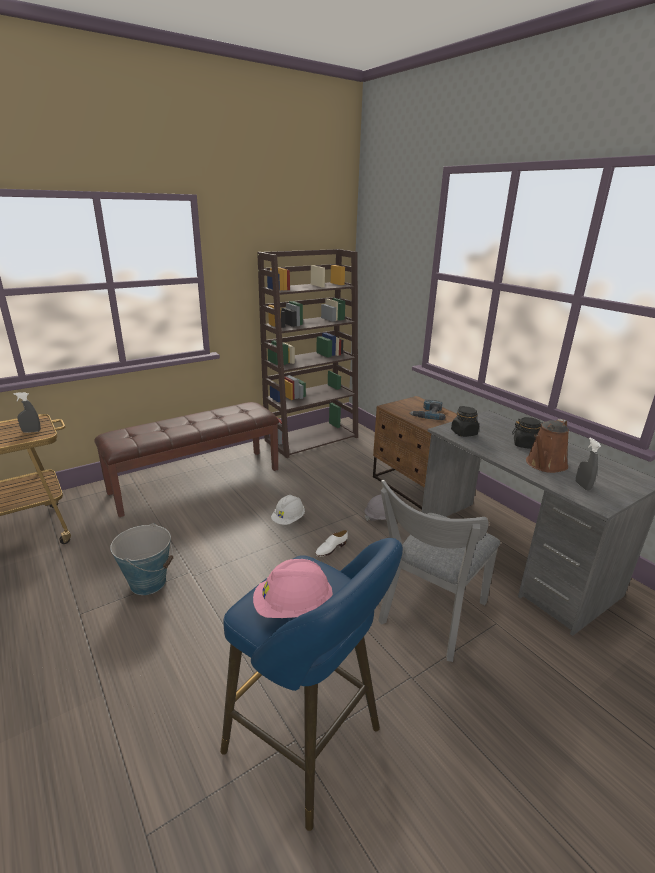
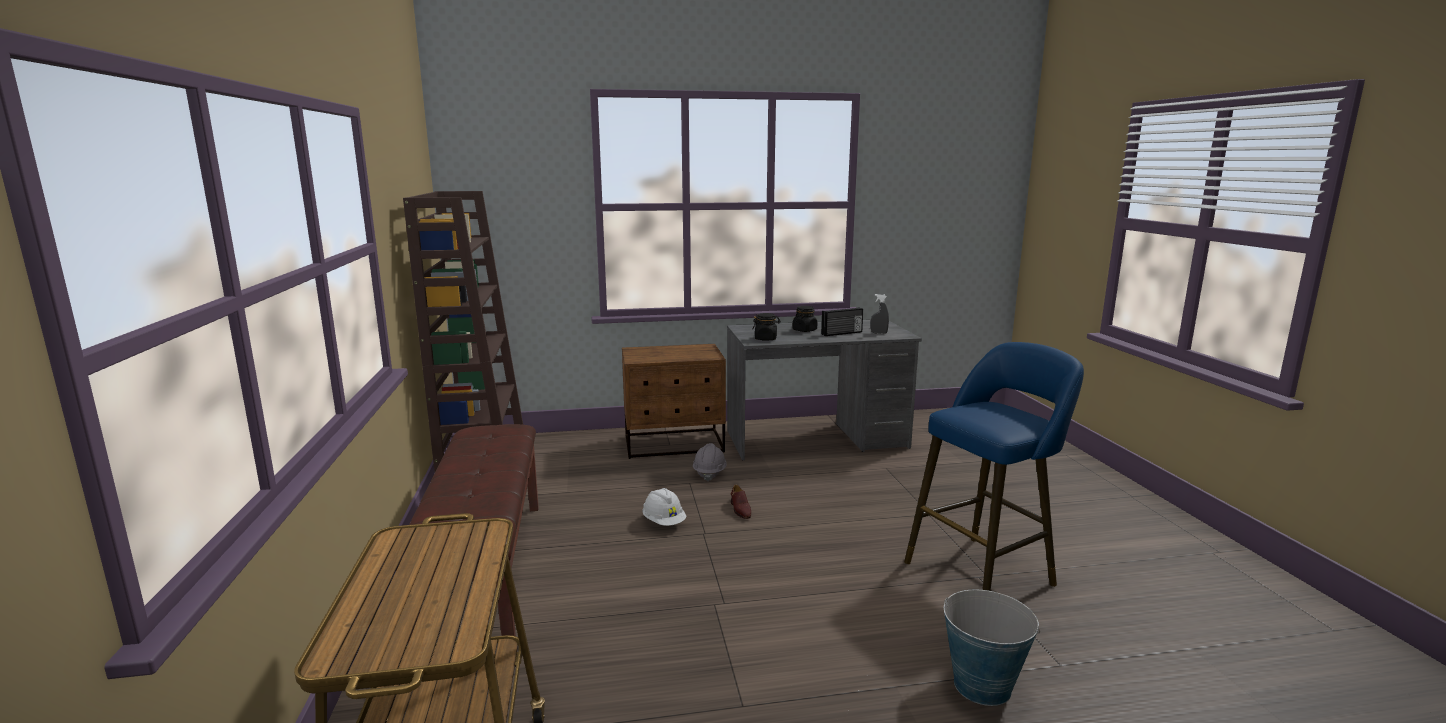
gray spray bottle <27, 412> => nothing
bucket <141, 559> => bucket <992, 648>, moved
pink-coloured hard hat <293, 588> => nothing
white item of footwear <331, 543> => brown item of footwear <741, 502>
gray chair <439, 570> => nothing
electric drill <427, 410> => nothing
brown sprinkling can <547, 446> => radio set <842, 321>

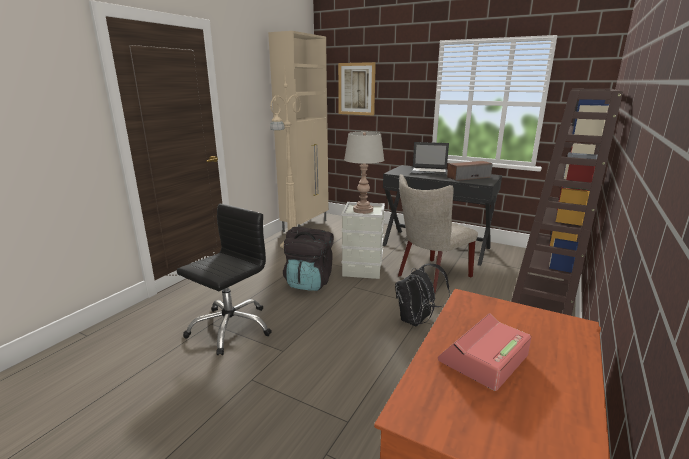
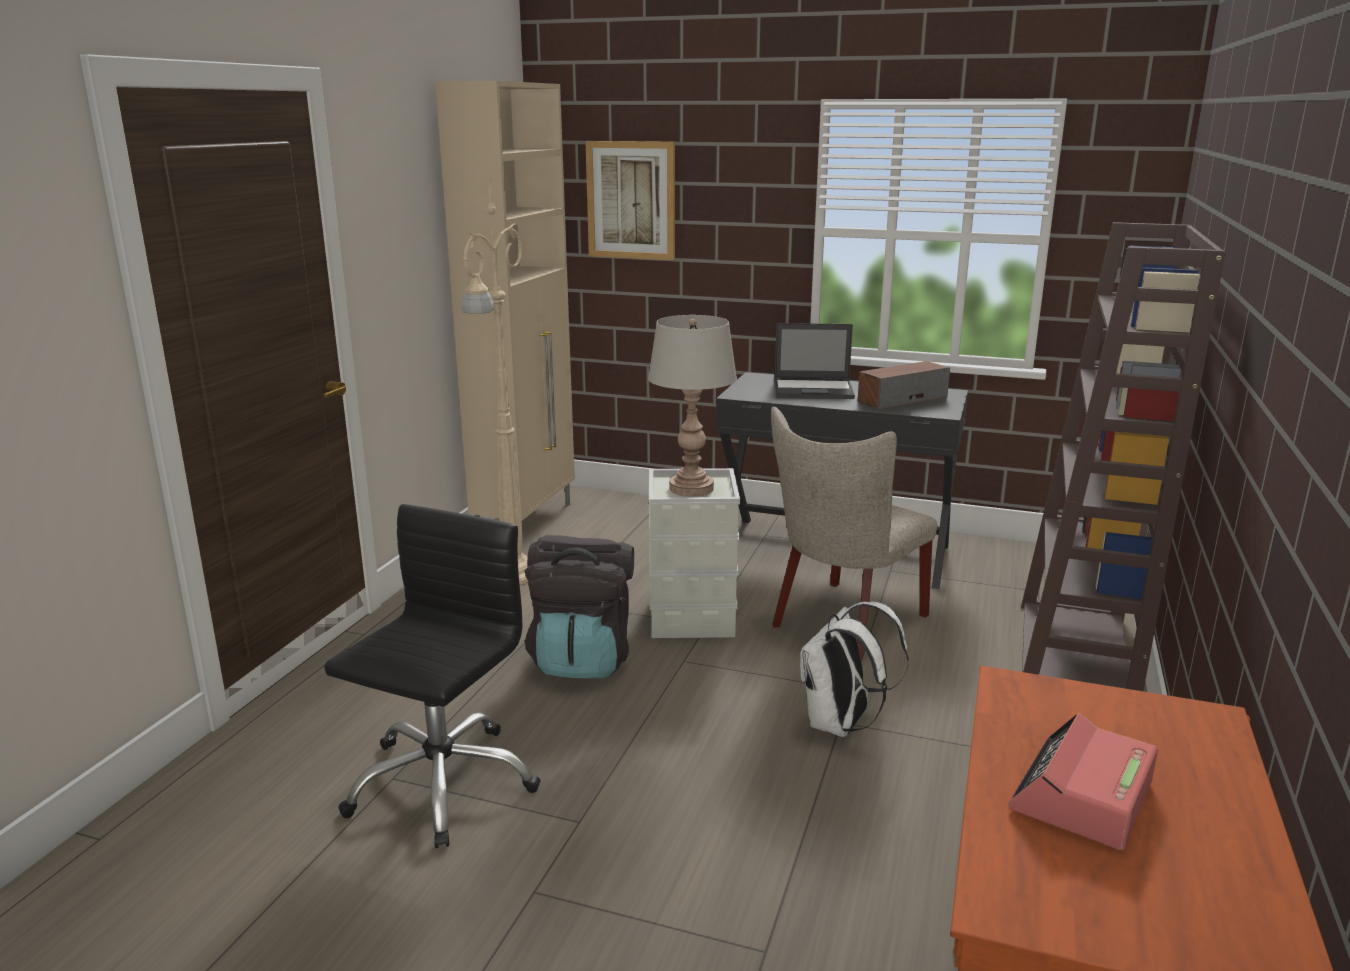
black-coloured knapsack <422, 294> => white knapsack <854, 669>

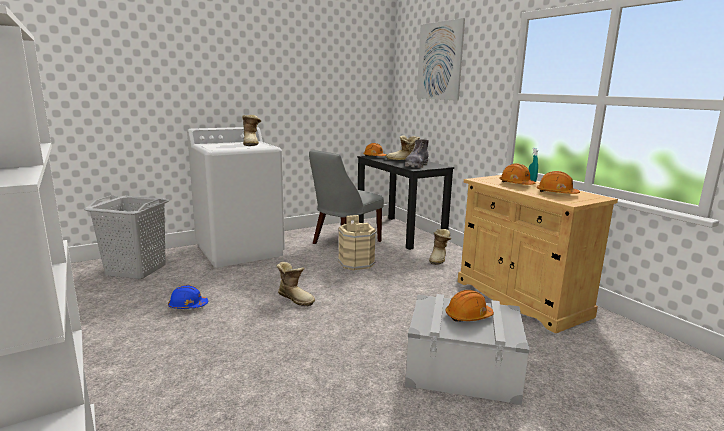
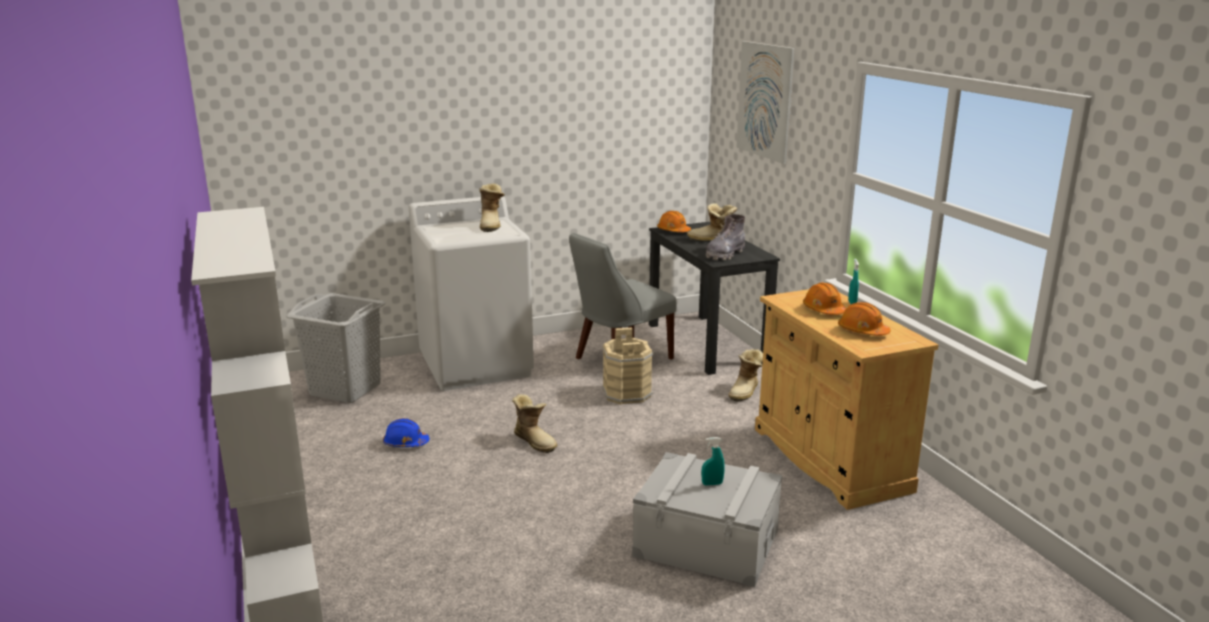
orange hard hat <469, 306> => blue-green spray bottle <713, 461>

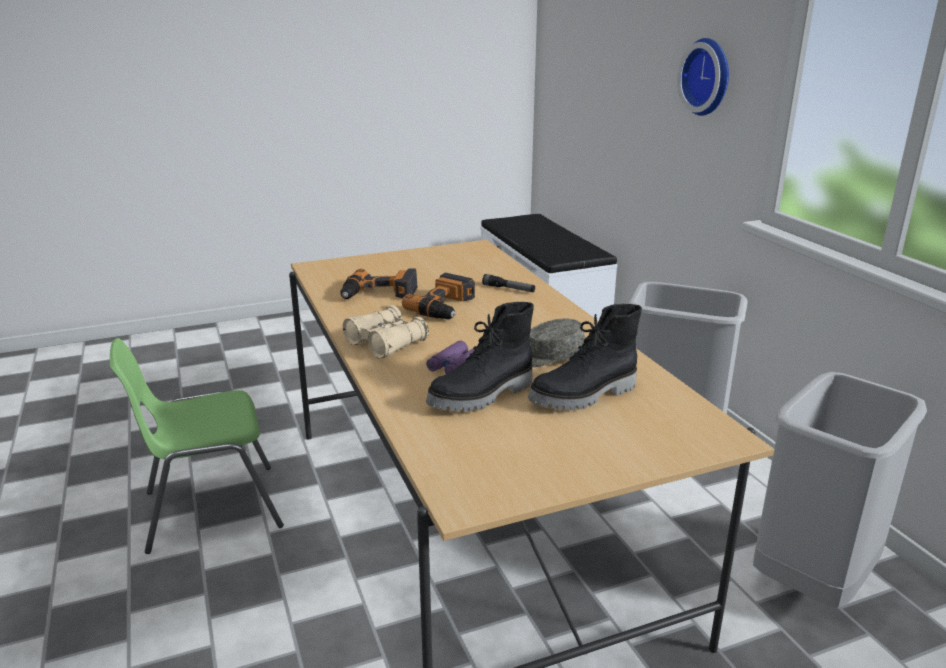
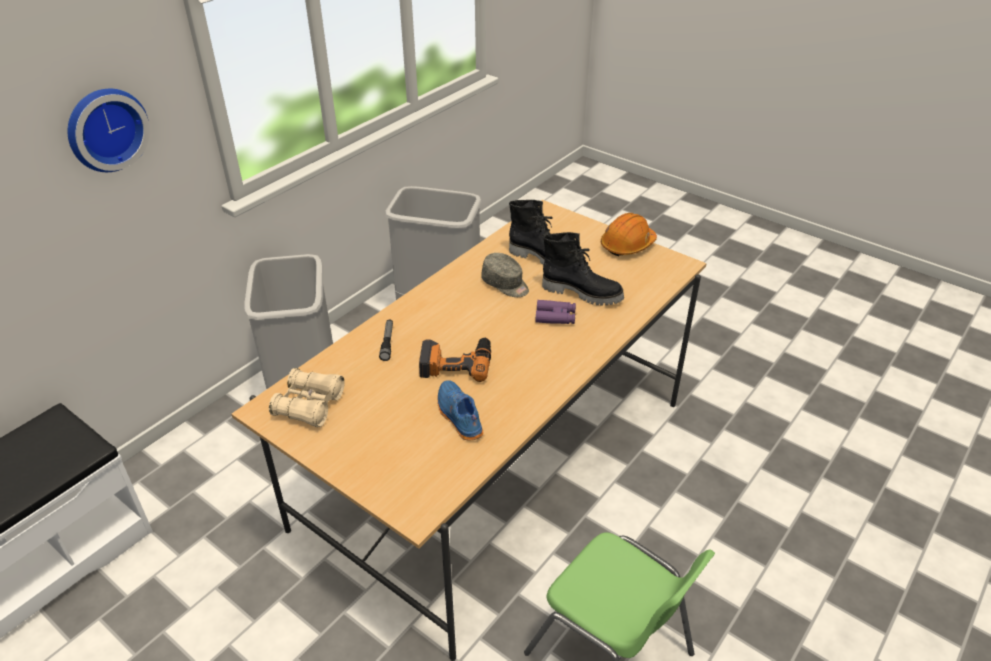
electric drill <378, 283> => bluish item of footwear <460, 410>
beige-coloured binoculars <386, 332> => beige-coloured binoculars <306, 397>, moved
nothing => orange hard hat <629, 234>

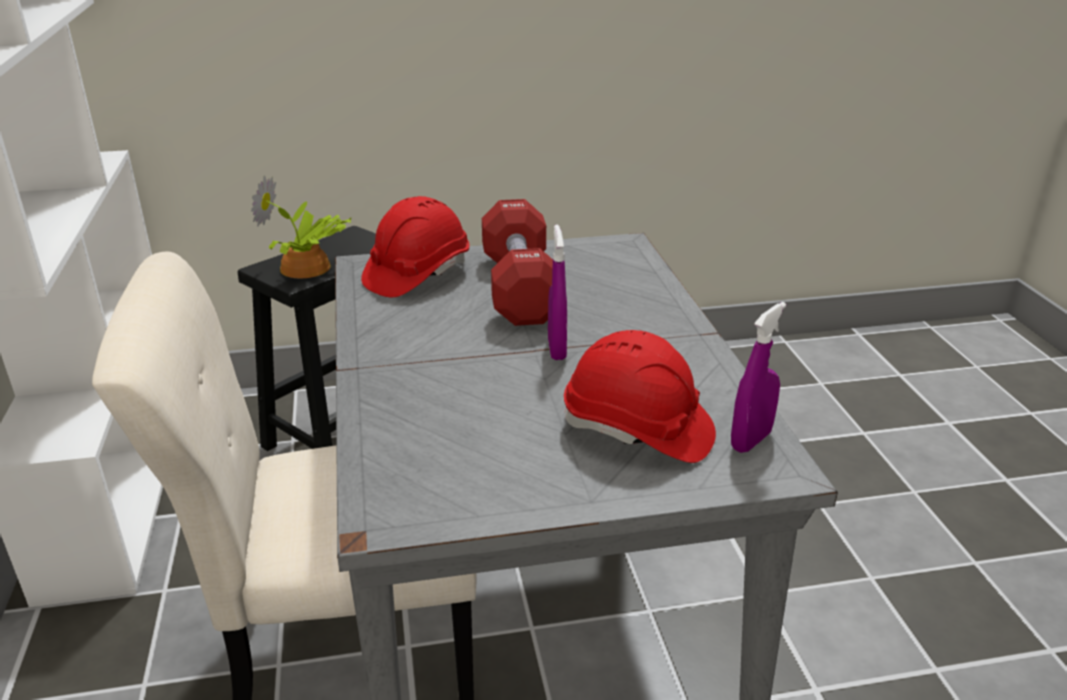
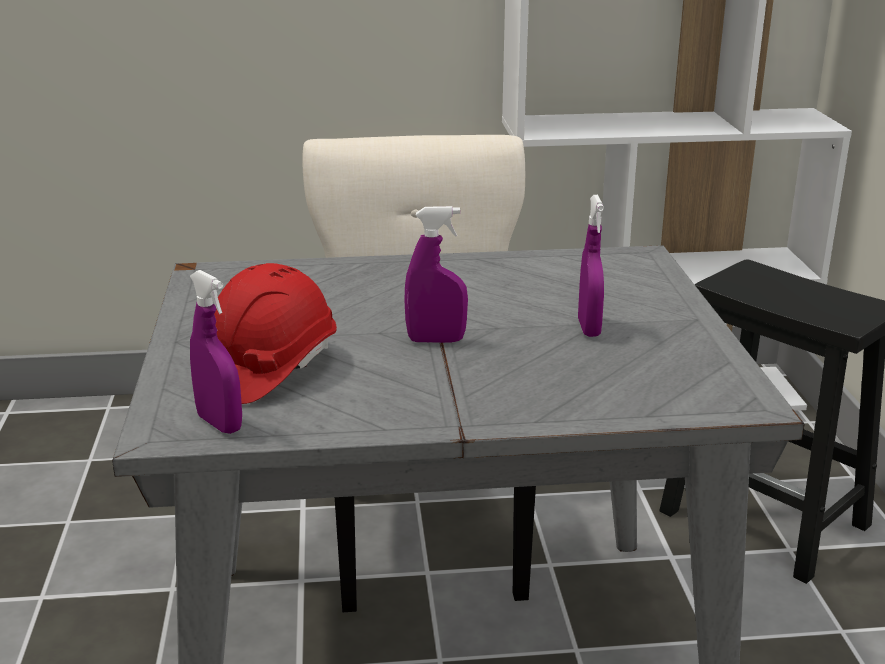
houseplant <301, 226> => nothing
red-coloured hard hat <415, 246> => nothing
red-coloured free weight <517, 262> => purple-coloured spray bottle <591, 266>

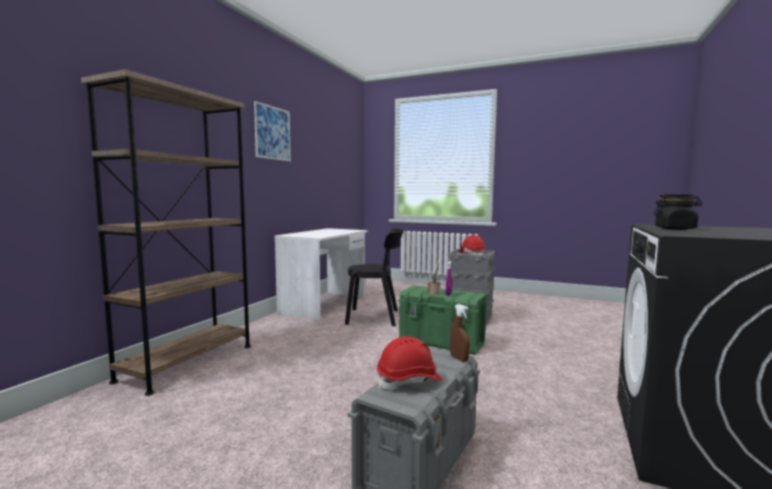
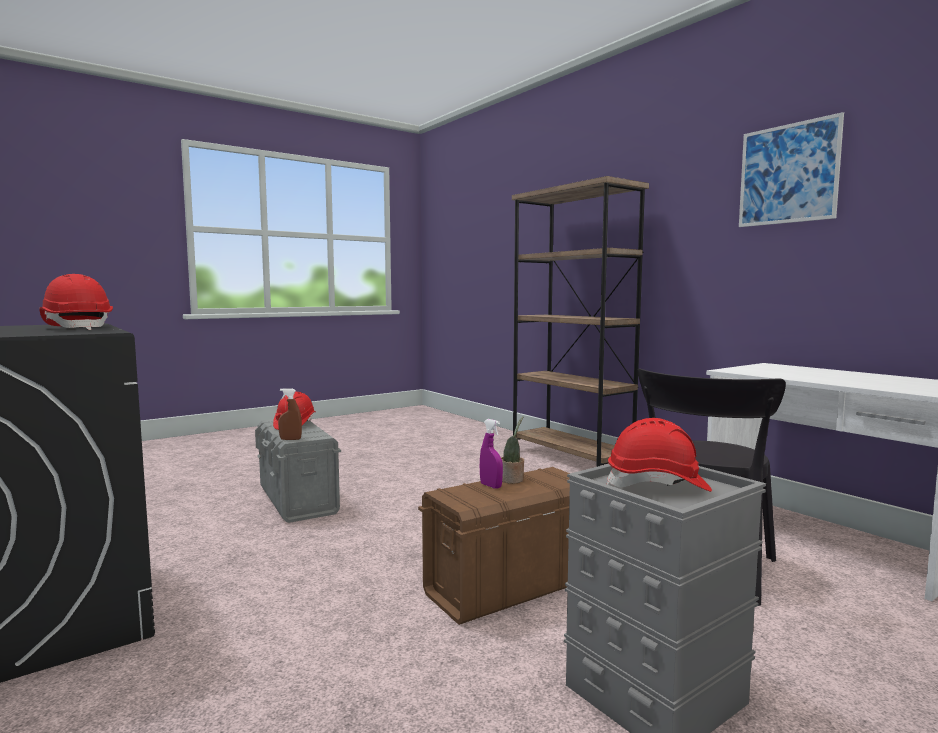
green storage container <443, 320> => brown storage container <494, 546>
black-coloured jar <677, 212> => red-coloured hard hat <76, 302>

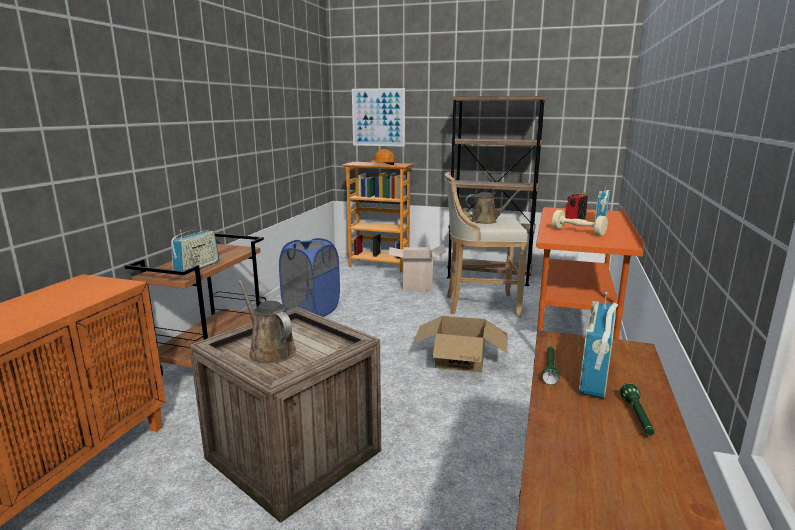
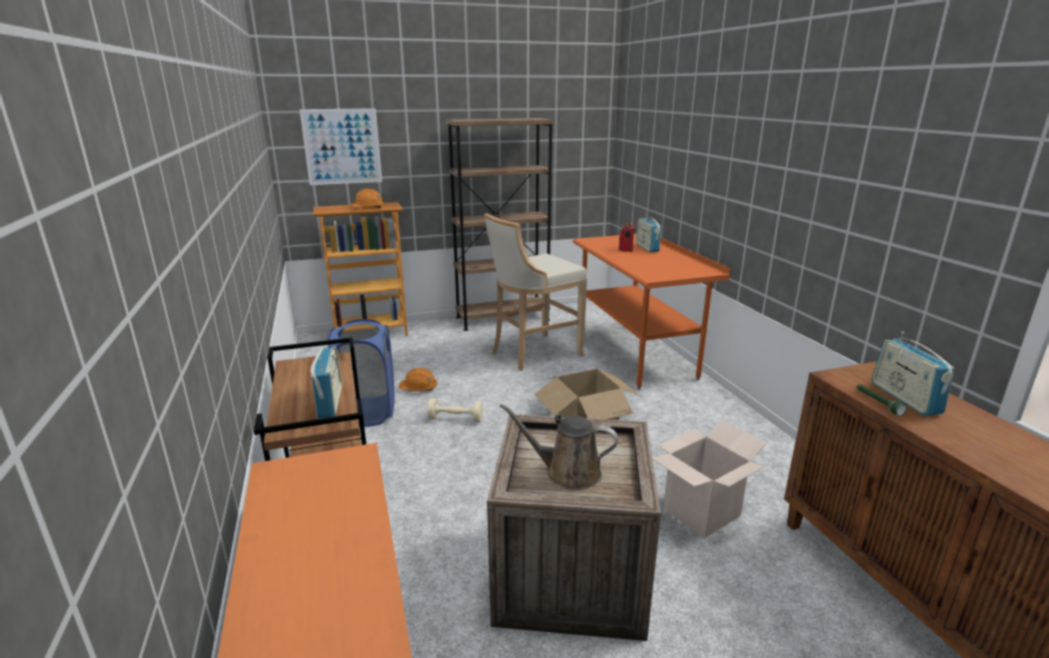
cardboard box <417, 267> => cardboard box <709, 479>, moved
brown sprinkling can <494, 206> => nothing
beige-coloured free weight <580, 223> => beige-coloured free weight <455, 410>, moved
green flashlight <637, 409> => nothing
nothing => orange hard hat <418, 379>

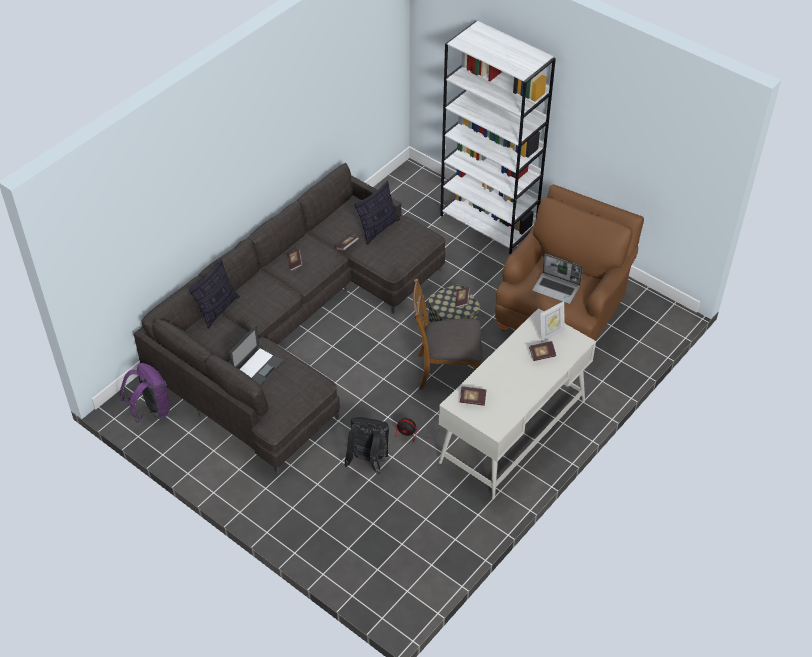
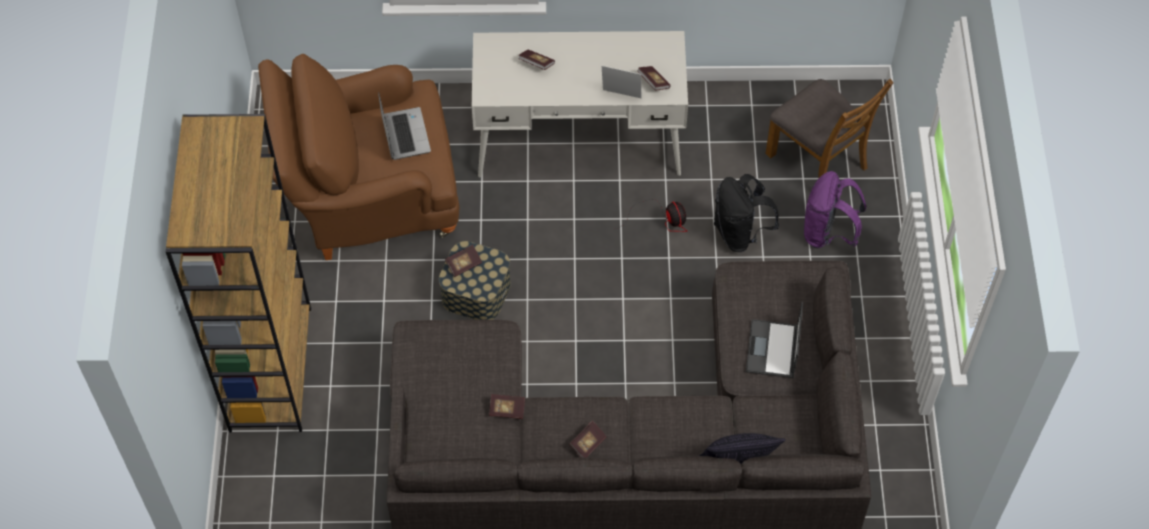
purple-coloured knapsack <145, 393> => purple-coloured knapsack <835, 209>, moved
notebook computer <257, 355> => notebook computer <774, 340>, 75 degrees counterclockwise
cushion <377, 213> => nothing
brown chair <448, 334> => brown chair <829, 128>, moved
white shelving unit <498, 137> => brown shelving unit <238, 273>
photo frame <552, 322> => photo frame <622, 82>, moved

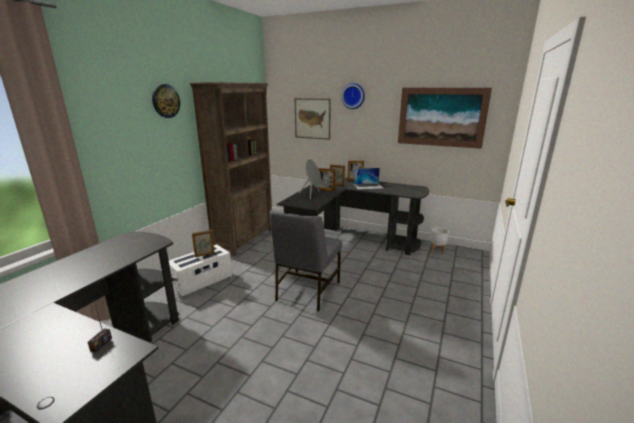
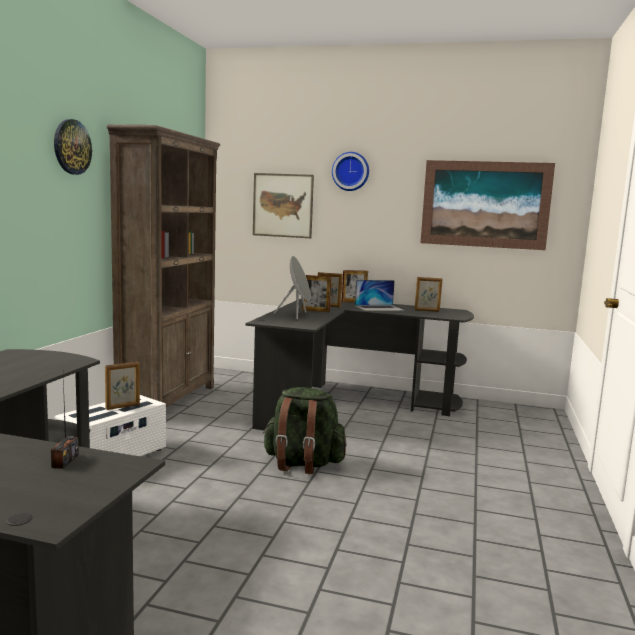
gray chair <306, 260> => green knapsack <305, 430>
white planter <439, 241> => nothing
nothing => photo frame <429, 294>

